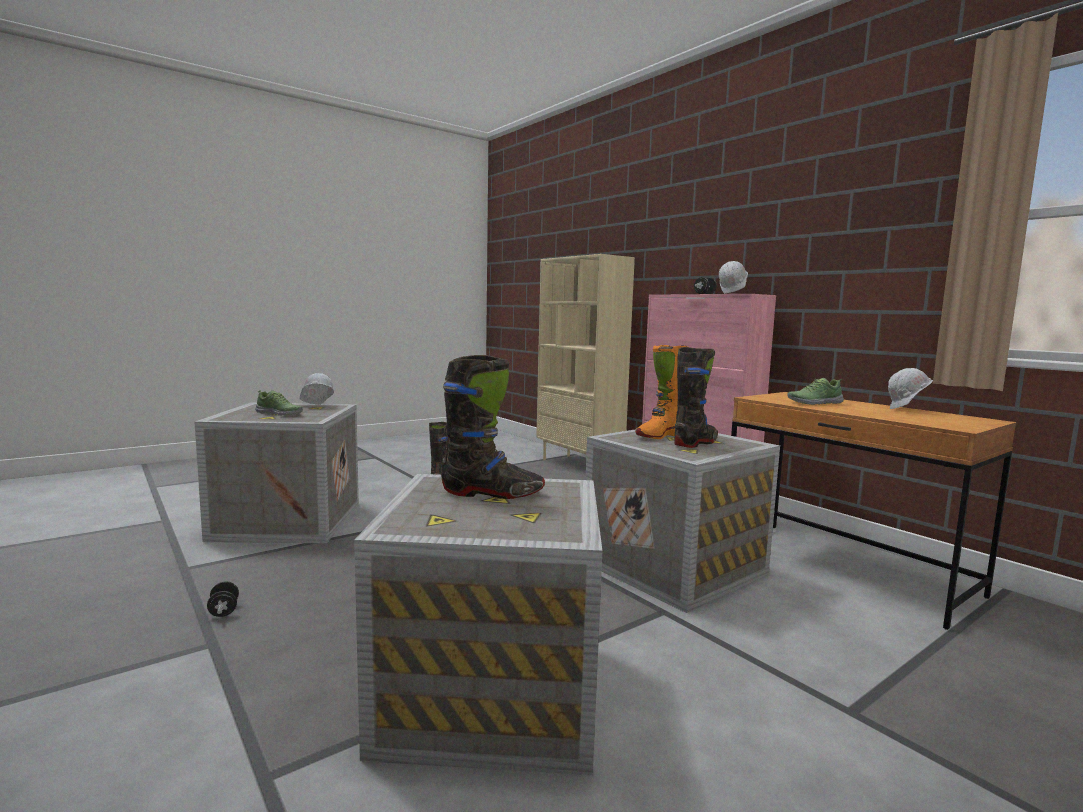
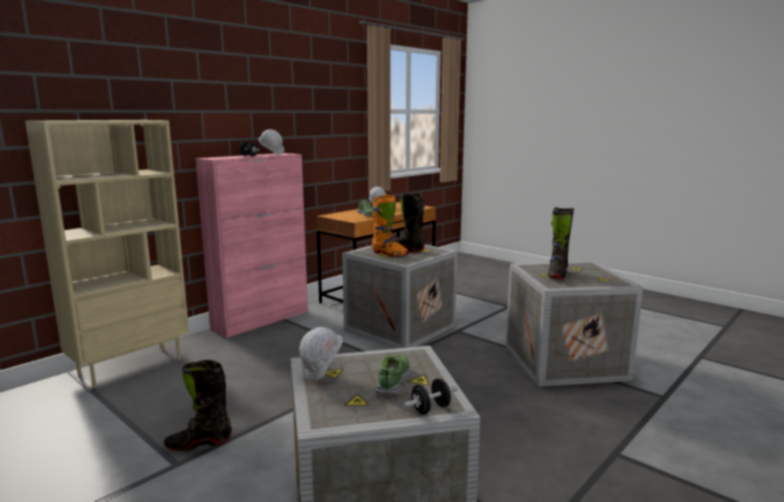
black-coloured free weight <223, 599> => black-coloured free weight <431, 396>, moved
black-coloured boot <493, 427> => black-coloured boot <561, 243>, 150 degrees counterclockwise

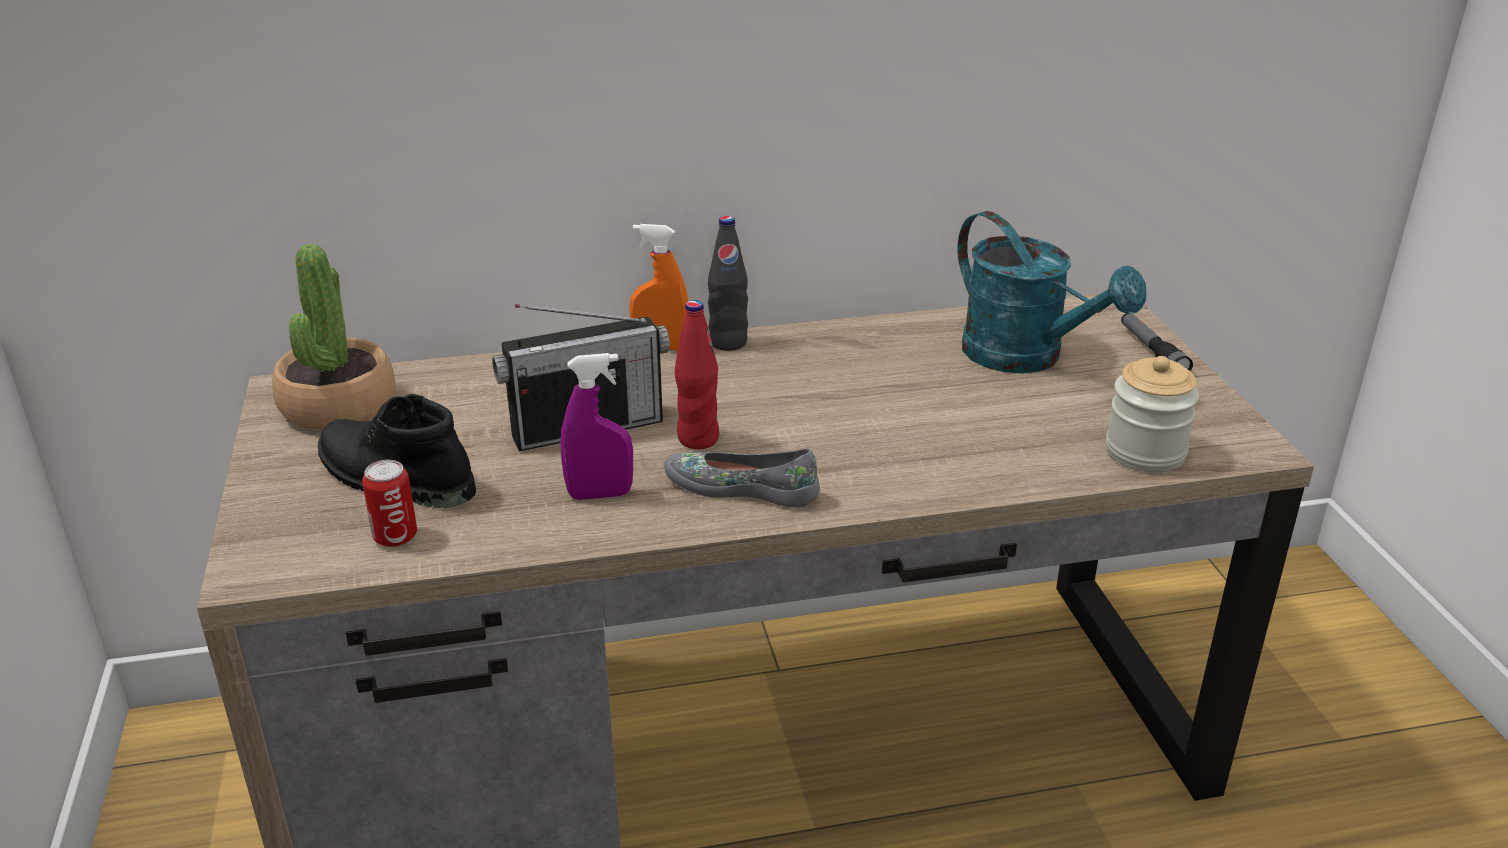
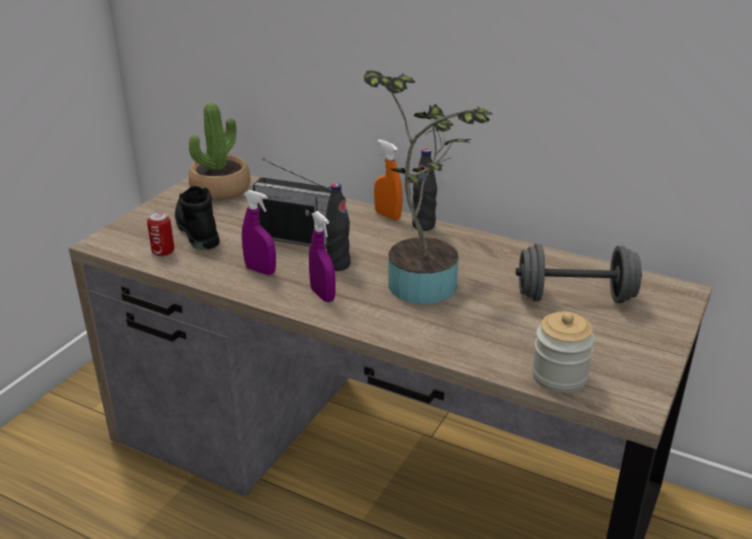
gray item of footwear <742, 477> => purple-coloured spray bottle <322, 256>
red-coloured beverage bottle <697, 374> => black-coloured beverage bottle <338, 227>
blue-green sprinkling can <1052, 292> => gray free weight <579, 273>
flashlight <1157, 342> => nothing
nothing => houseplant <428, 187>

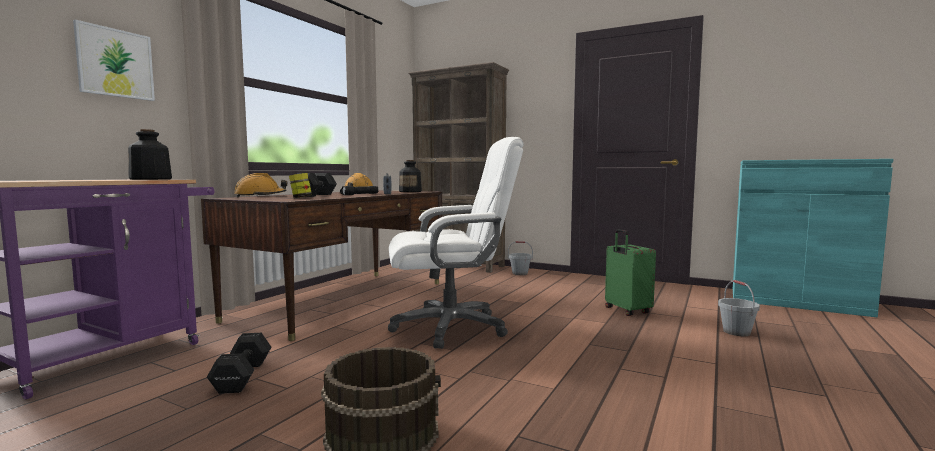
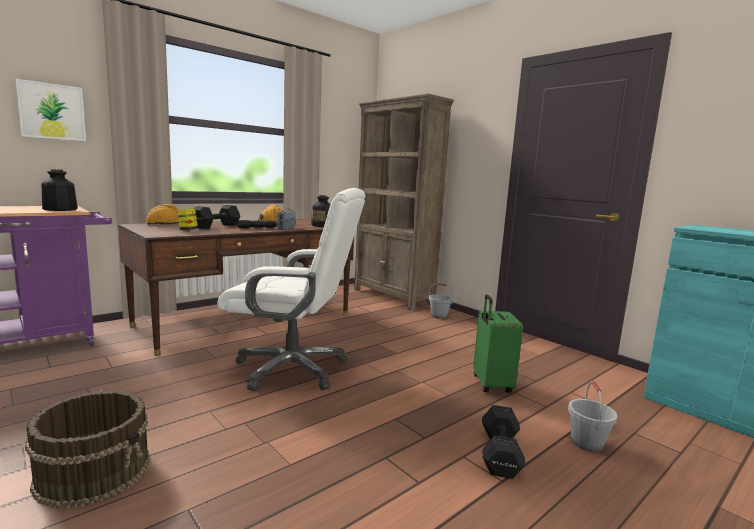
black-coloured free weight <239, 363> => black-coloured free weight <504, 442>, moved

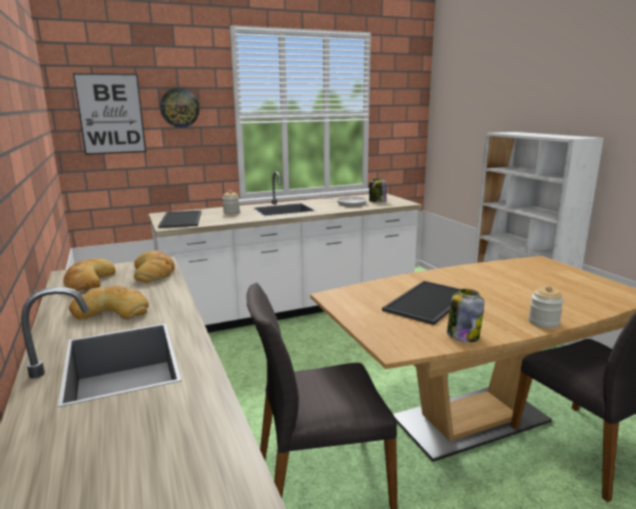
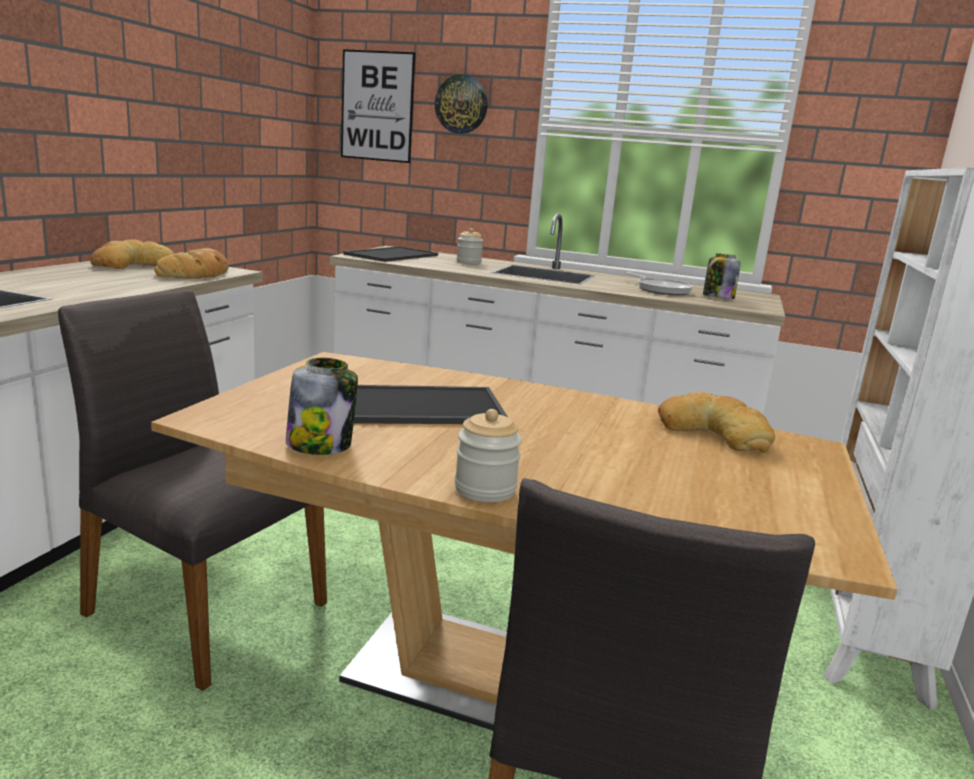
bakery bread <109, 303> => bakery bread <716, 422>, moved

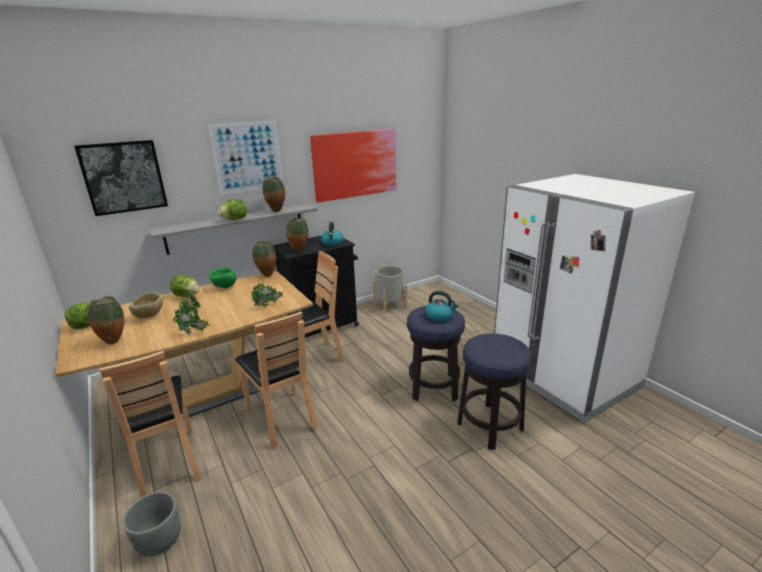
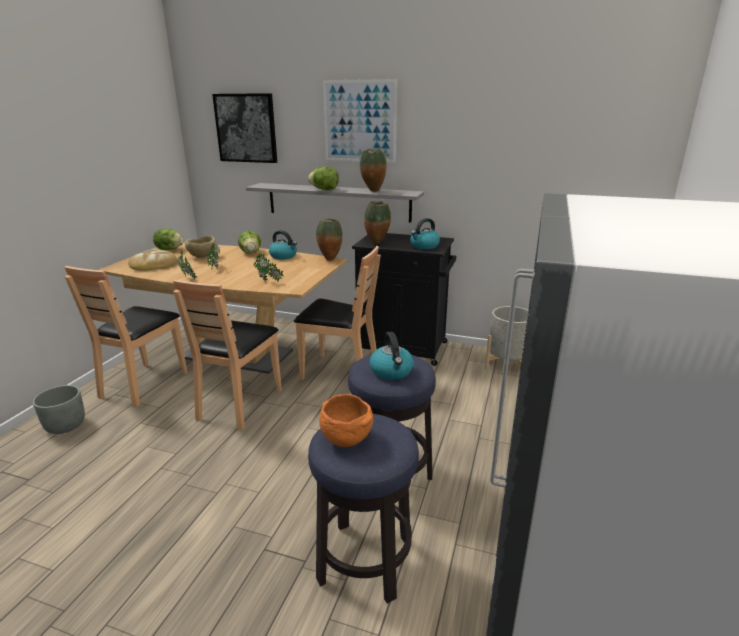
flower vase <106, 320> => bakery bread <153, 260>
green serving bowl <223, 277> => water kettle <283, 245>
wall art <353, 165> => nothing
nothing => orange serving bowl <346, 420>

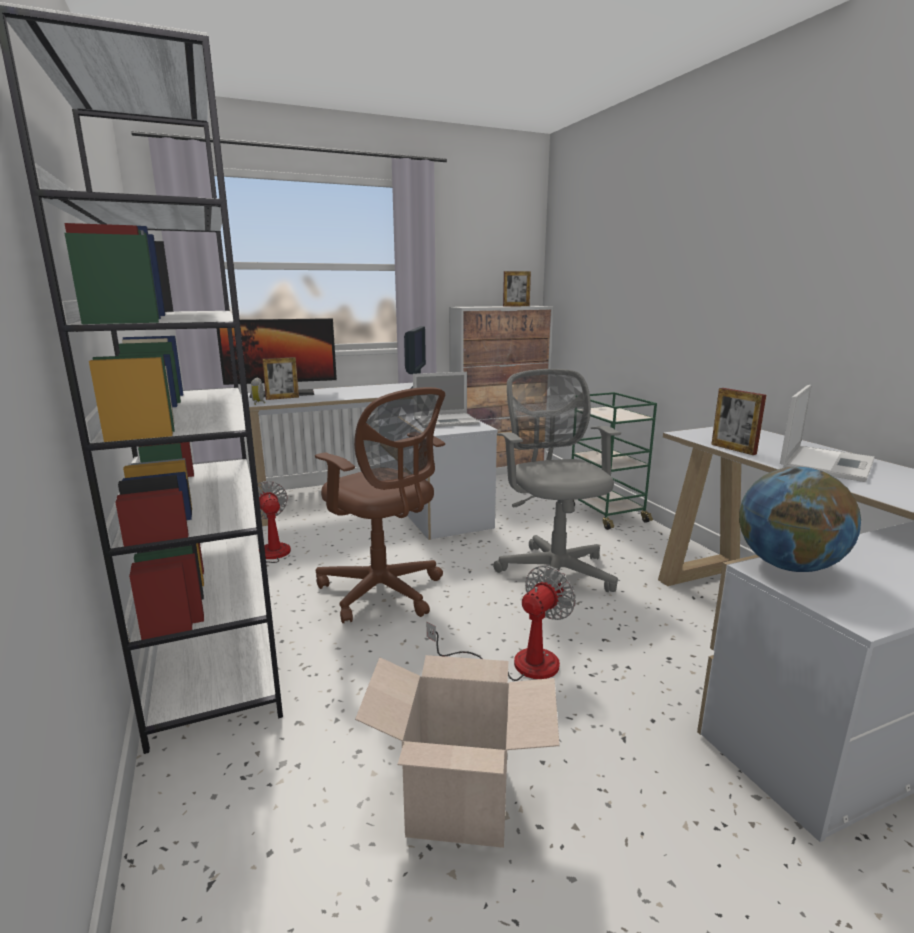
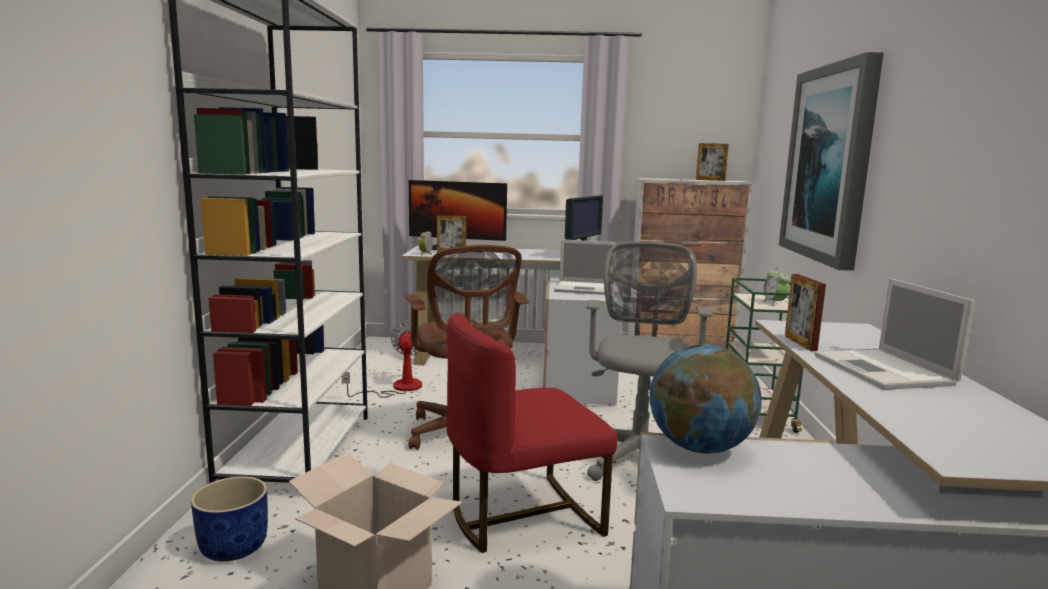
electric fan <501, 623> => red-coloured chair <532, 433>
notebook computer <827, 433> => notebook computer <894, 334>, 105 degrees clockwise
nothing => bluish planter <229, 519>
nothing => table clock <776, 286>
nothing => wall art <831, 161>

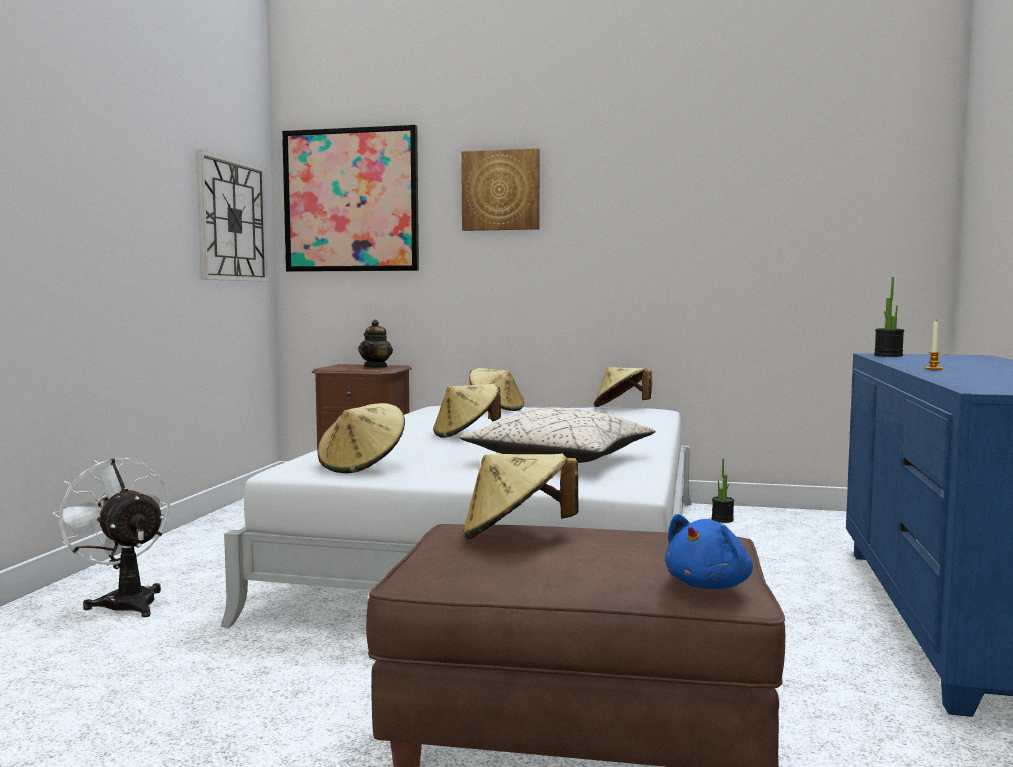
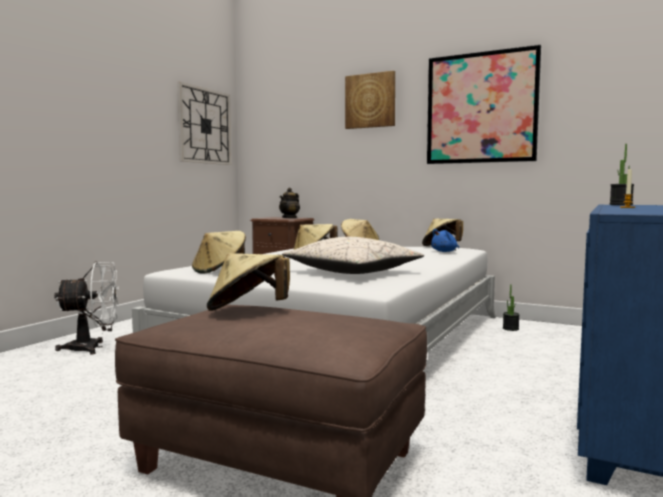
white electric fan <111, 537> => white electric fan <86, 308>, 105 degrees clockwise
wall art <350, 198> => wall art <484, 104>, moved
bluish plush toy <709, 551> => bluish plush toy <445, 240>, moved

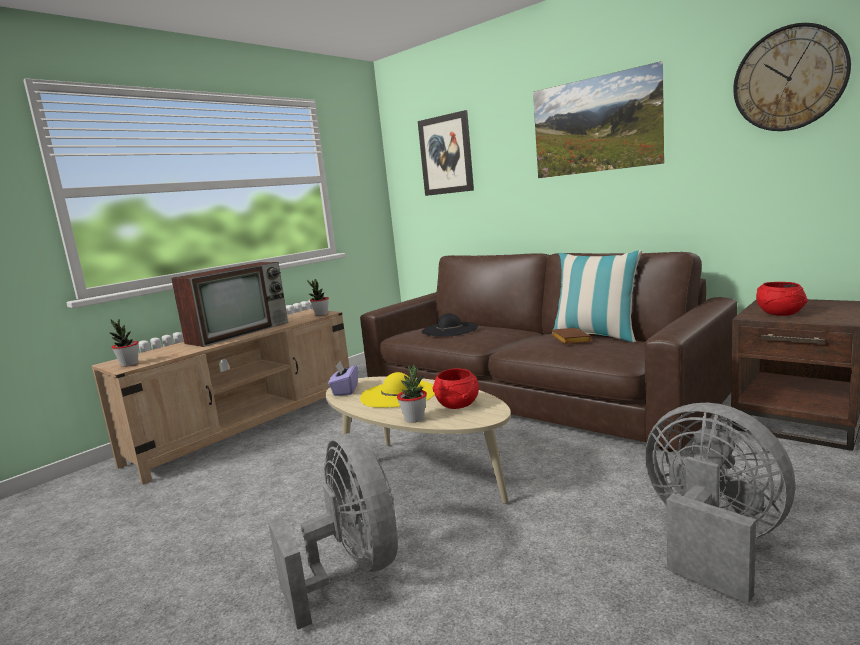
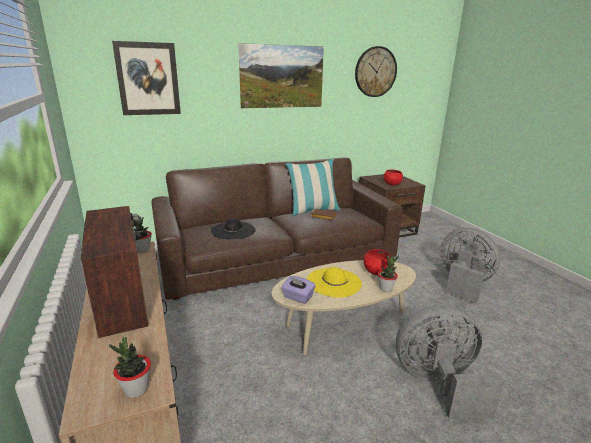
gray electric fan <720, 503> => gray electric fan <470, 266>, 60 degrees clockwise

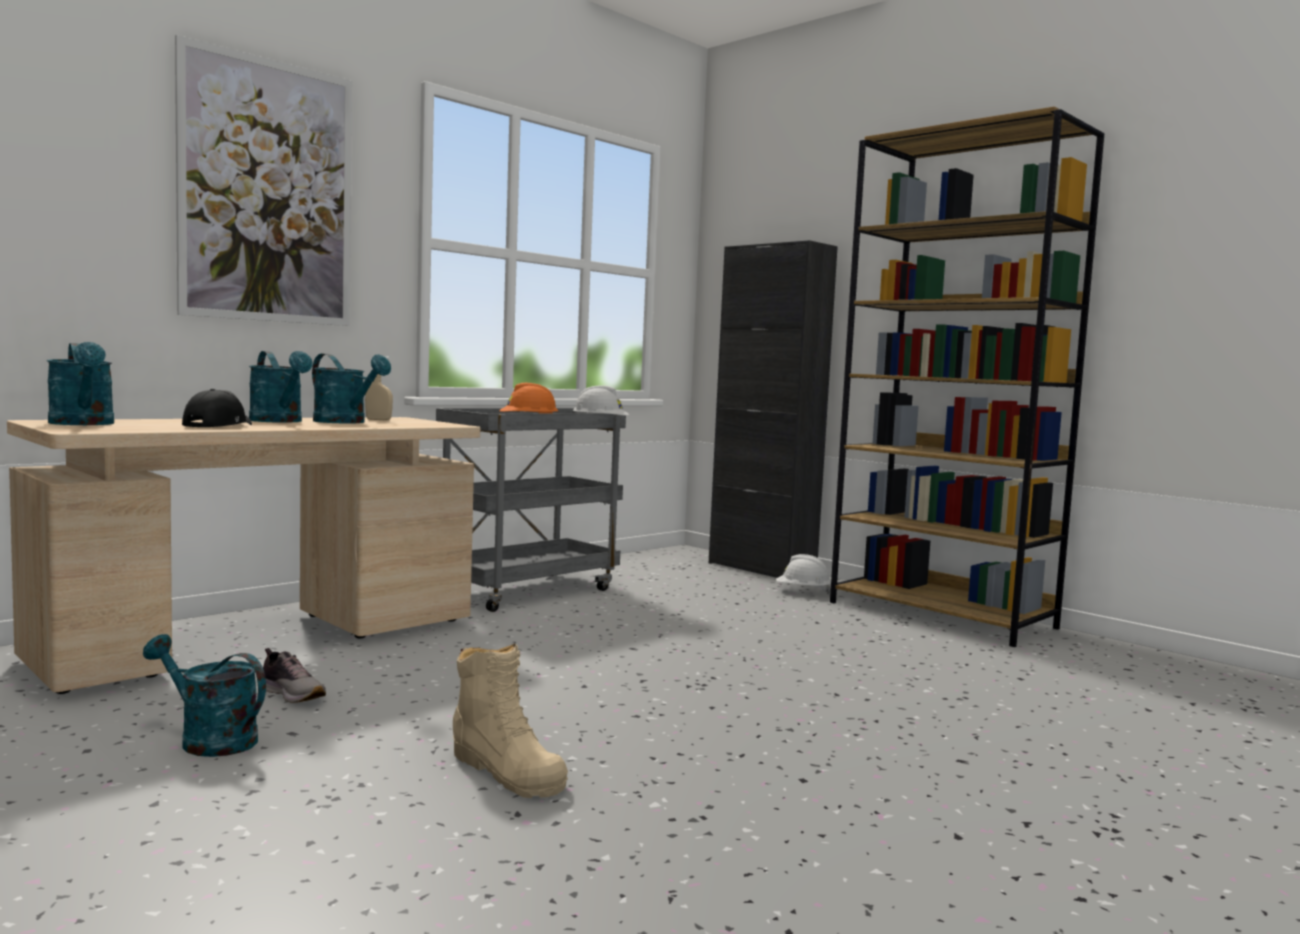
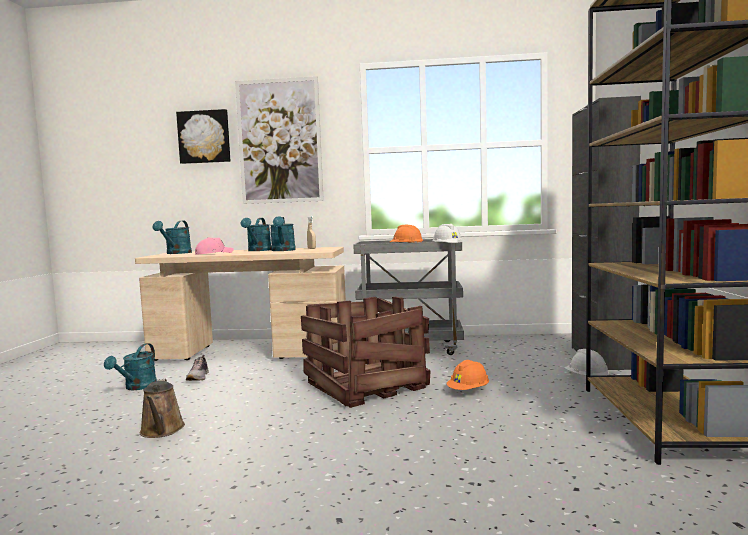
blue-green sprinkling can <204, 695> => blue-green sprinkling can <130, 366>, 150 degrees counterclockwise
black-coloured baseball cap <217, 408> => pink-coloured baseball cap <214, 246>
beige-coloured boot <510, 720> => brown sprinkling can <162, 408>
nothing => wall art <203, 136>
nothing => shipping crate <366, 352>
nothing => orange hard hat <468, 375>

